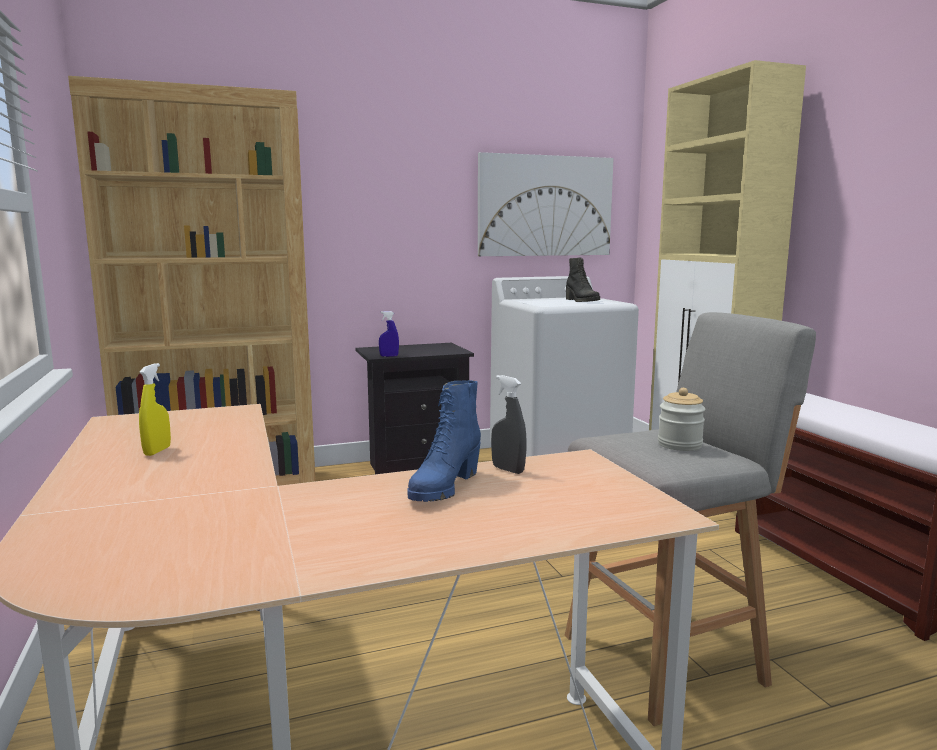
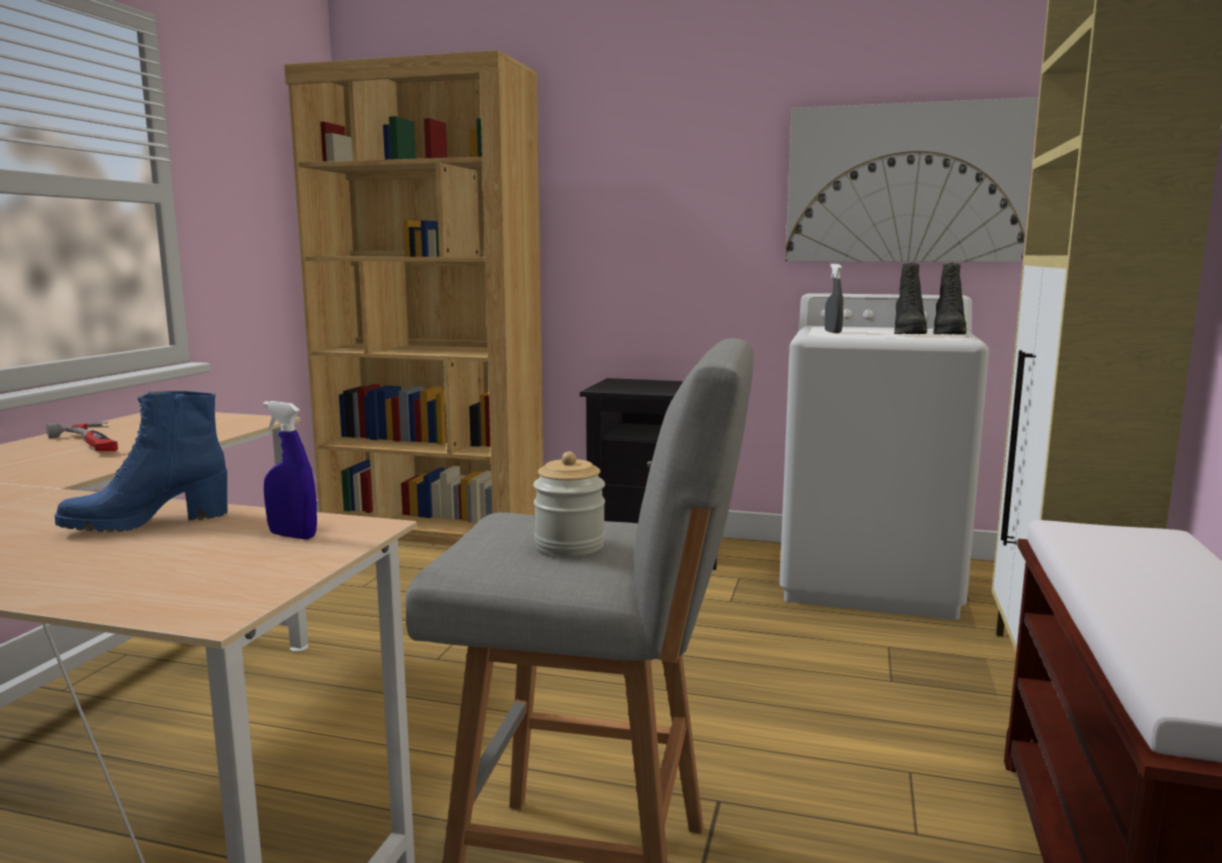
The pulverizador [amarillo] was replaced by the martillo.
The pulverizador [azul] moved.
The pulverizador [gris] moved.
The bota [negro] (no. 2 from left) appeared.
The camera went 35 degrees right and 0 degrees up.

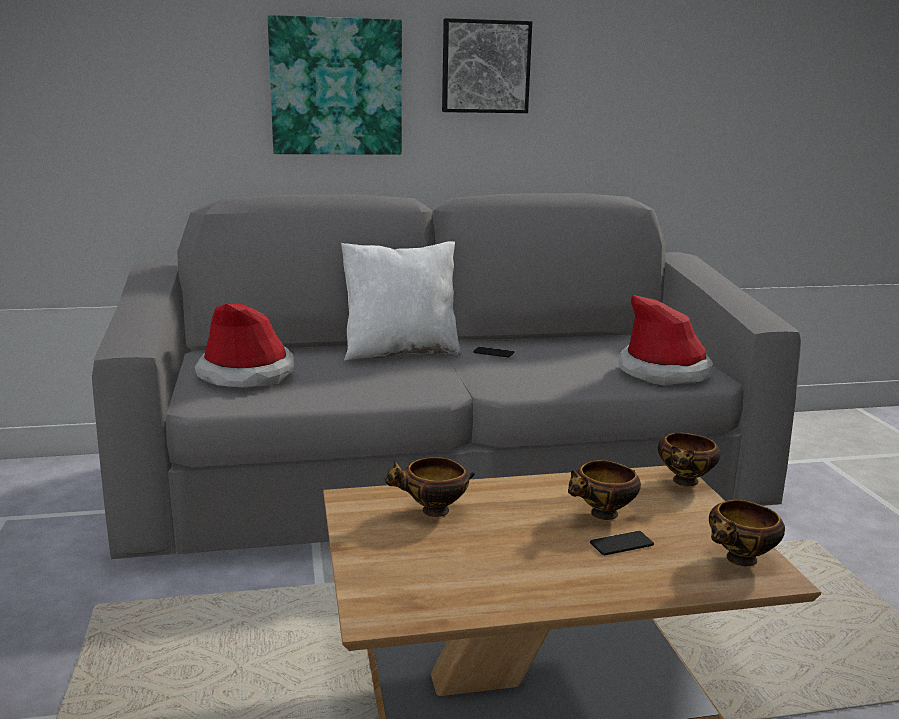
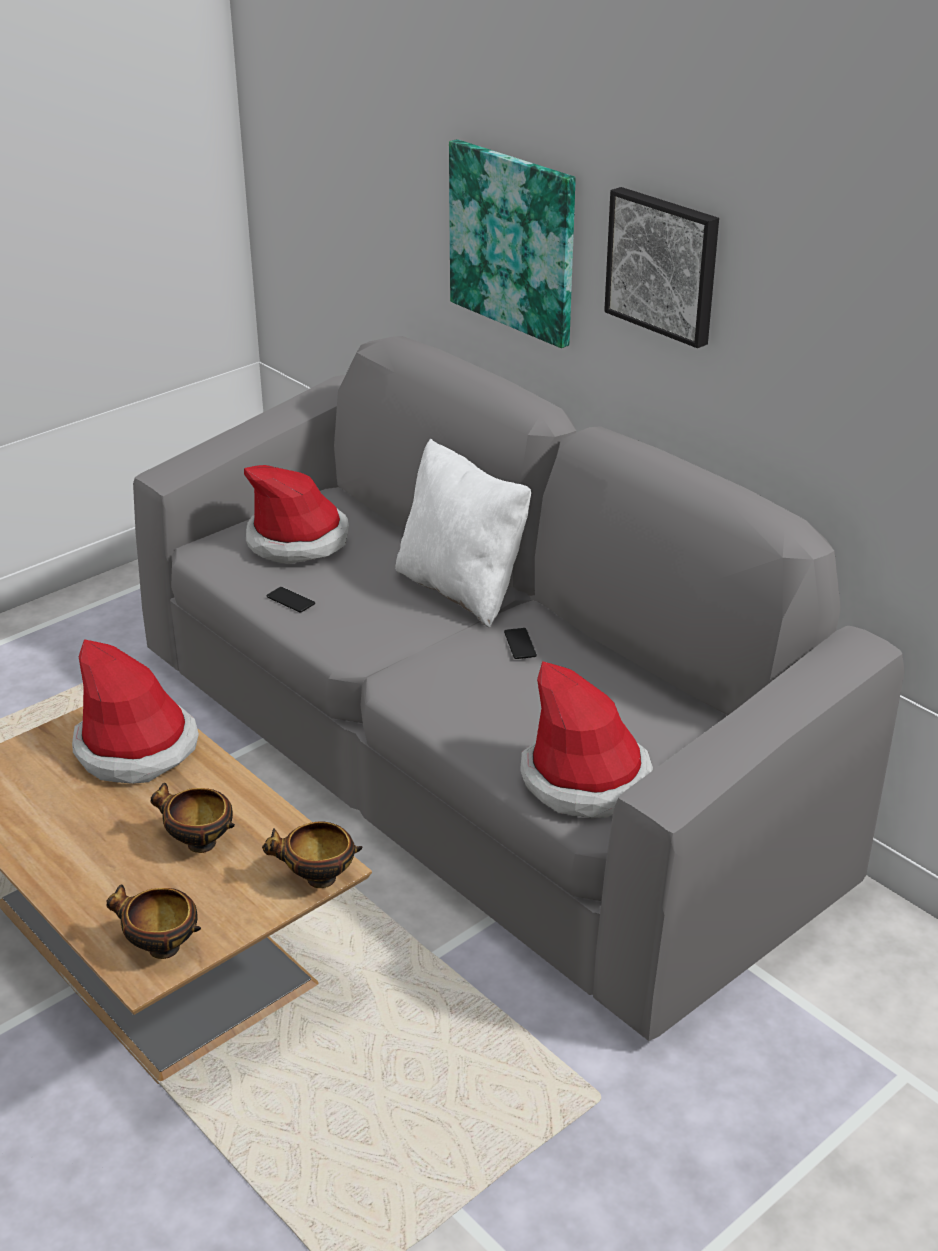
The cuenco (no. 1 from left) was replaced by the sombrero (no. 1 from left).
The móvil (no. 2 from left in the first image) moved.
The camera went 60 degrees right and 15 degrees up.

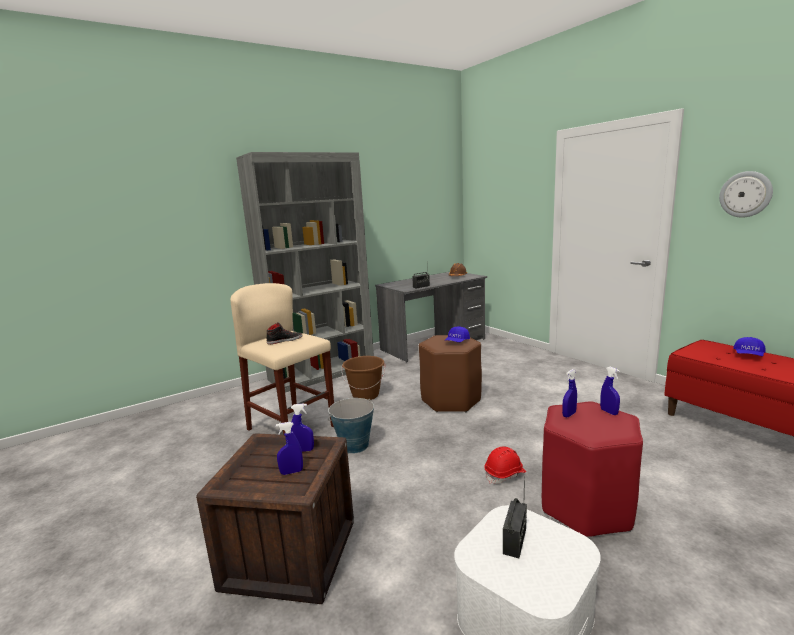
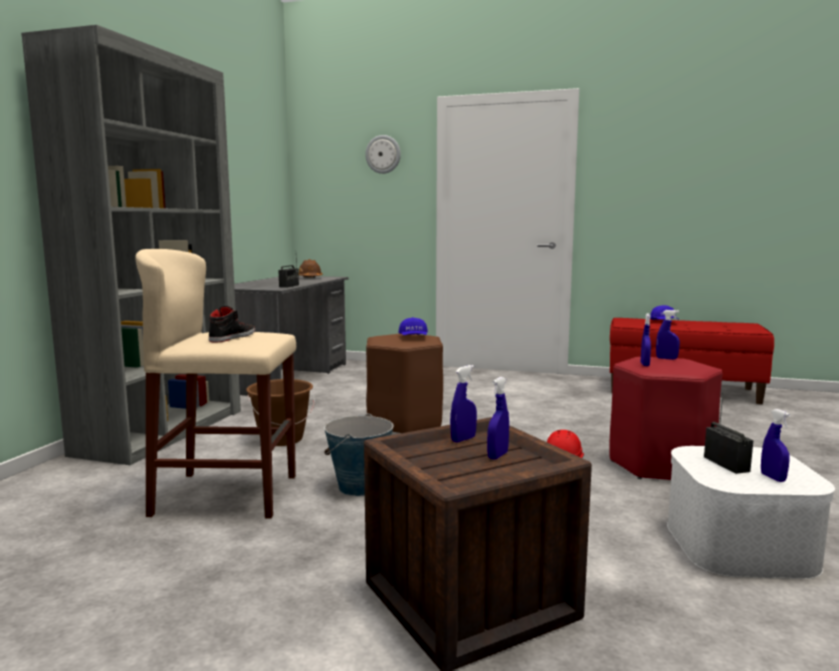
The reloj de pared moved.
The pulverizador [azul] (no. 5 from left) appeared.
The camera went 40 degrees left and 5 degrees down.

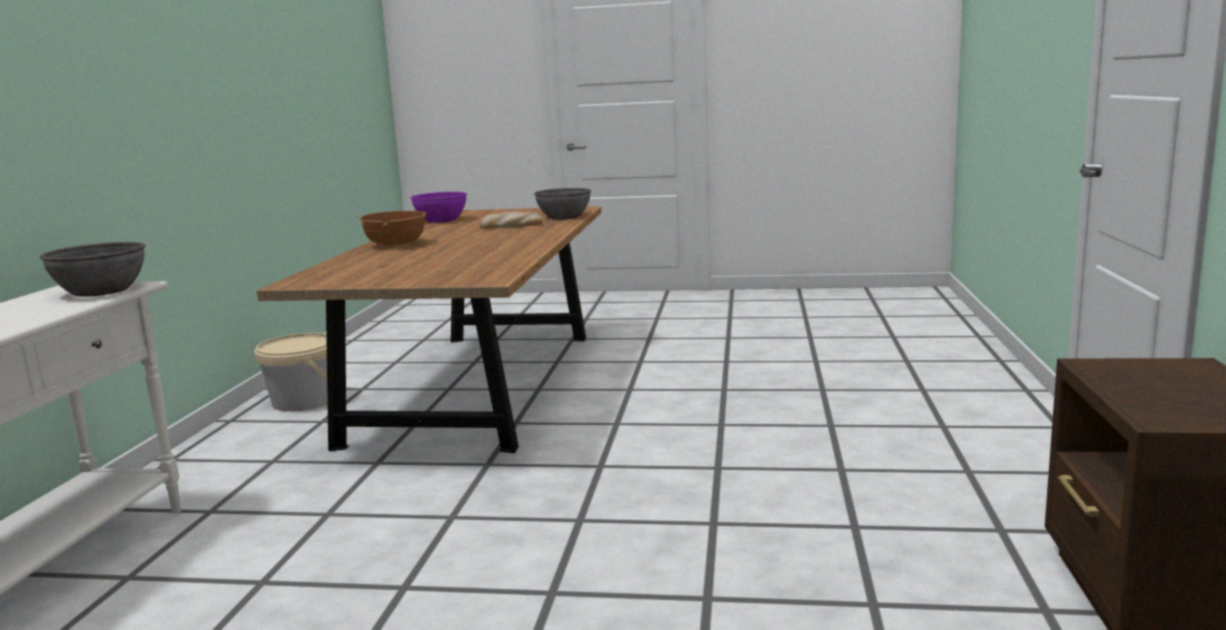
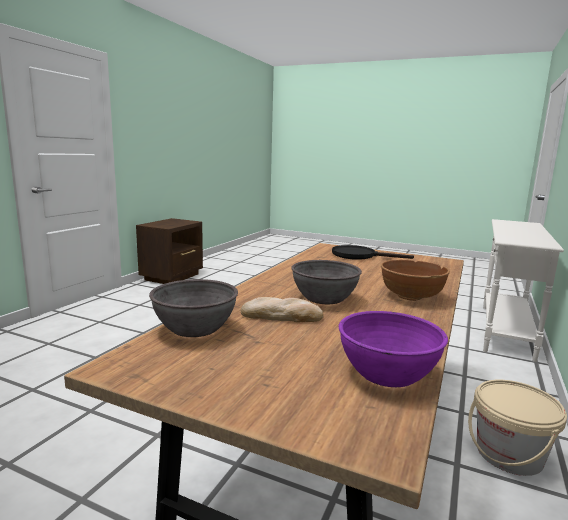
The cuenco [gris] (no. 1 from left in the first image) moved.
The sartén [negro] appeared.
The camera went 165 degrees left and 0 degrees up.

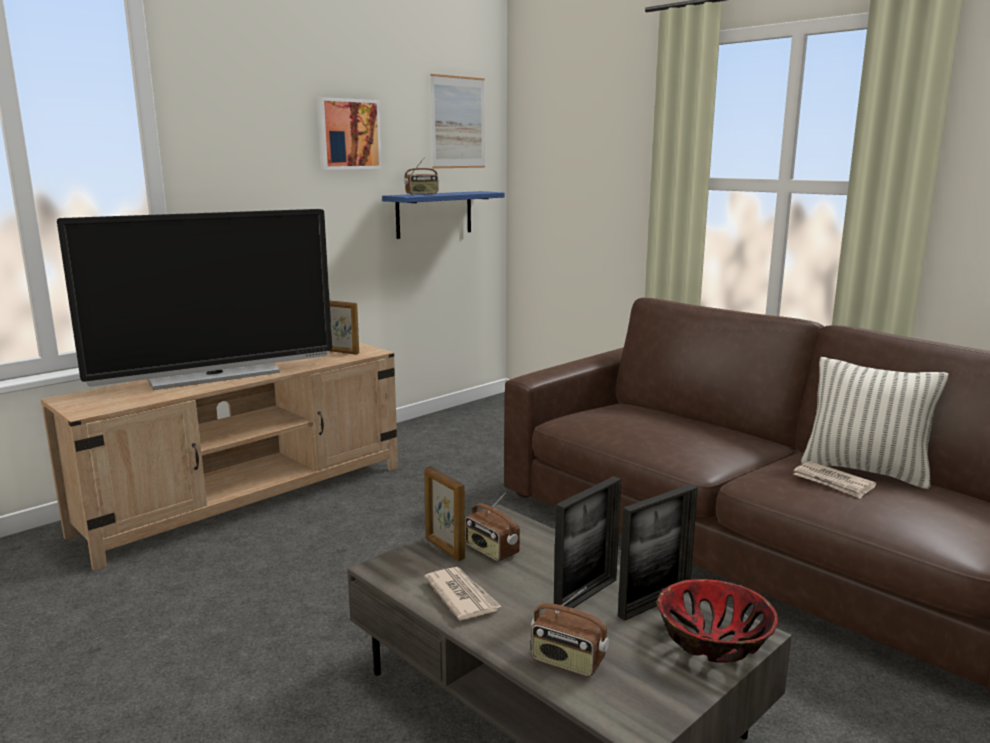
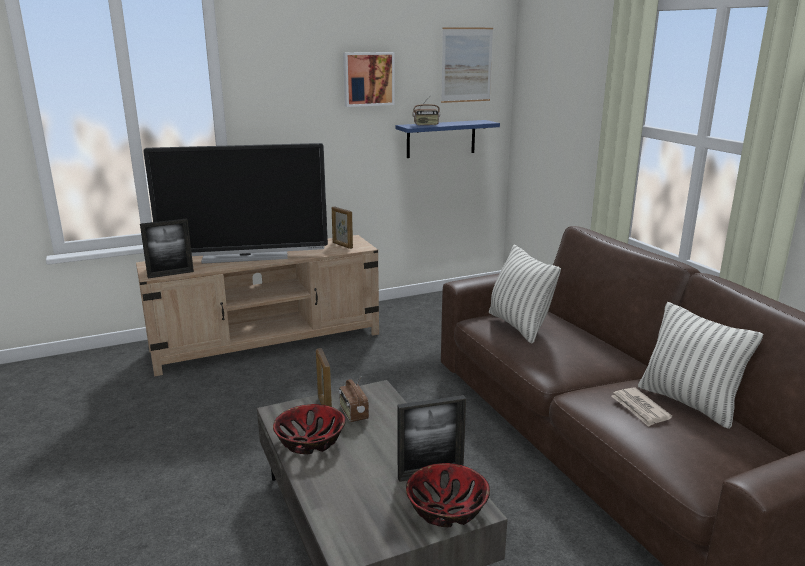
The periódico (no. 1 from left) was replaced by the cuenco (no. 1 from left).
The radio (no. 3 from left) disappeared.
The portarretratos (no. 3 from left in the first image) moved.
The cojín (no. 1 from left) appeared.
The camera went 20 degrees right and 5 degrees up.

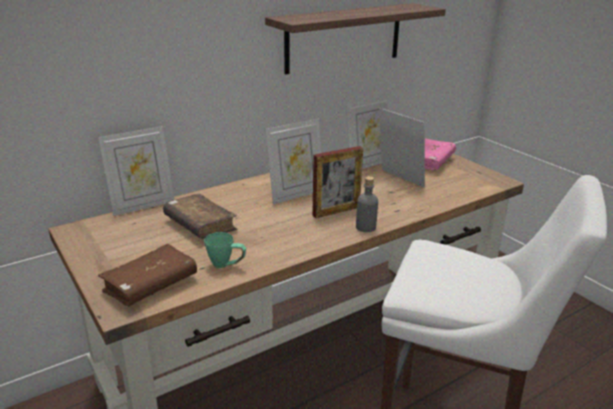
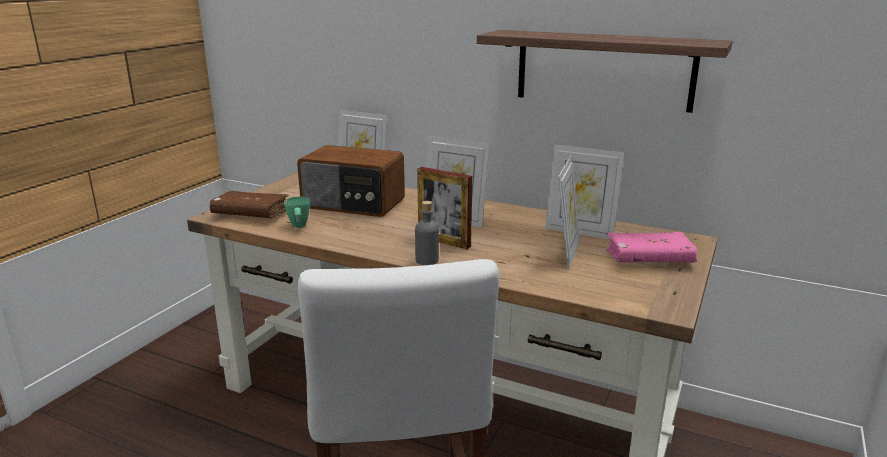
The libro [marrón] (no. 2 from left) was replaced by the radio.
The camera went 60 degrees right and 5 degrees down.

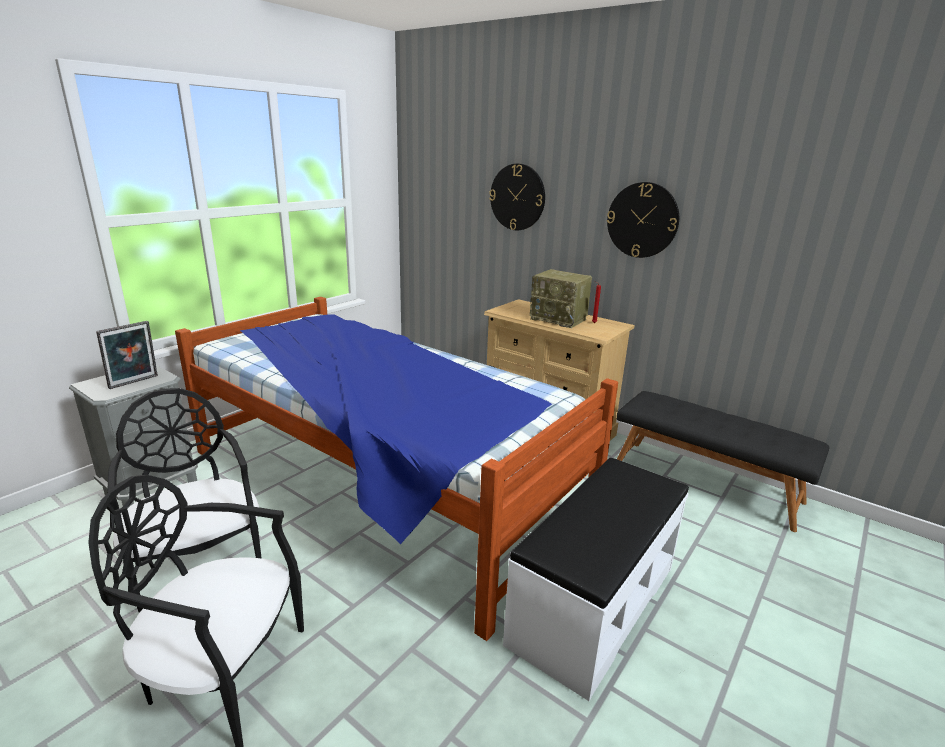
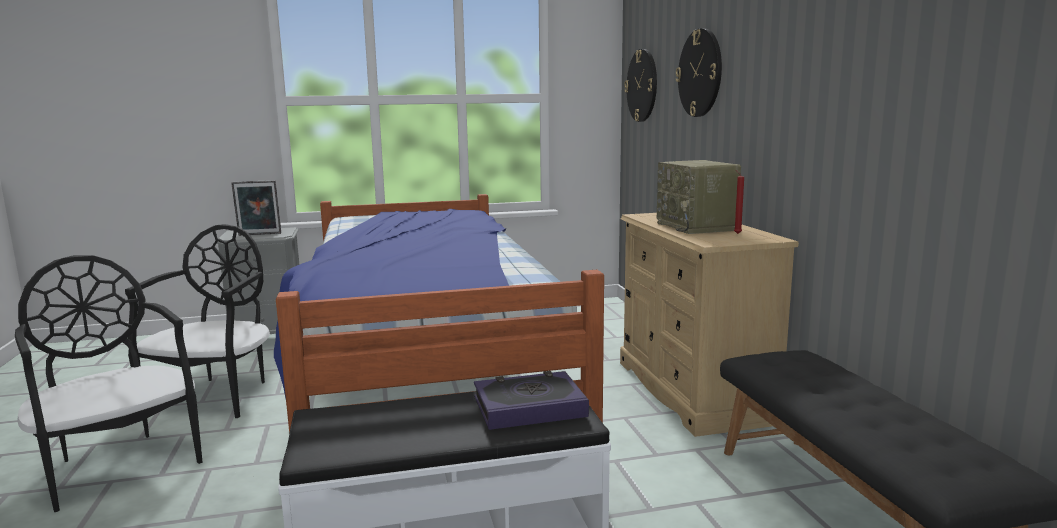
The reloj de pared (no. 2 from left in the first image) moved.
The libro appeared.
The camera went 40 degrees right and 10 degrees down.

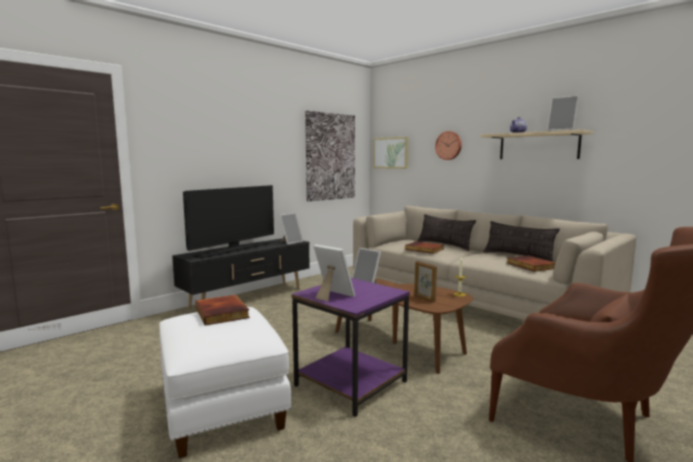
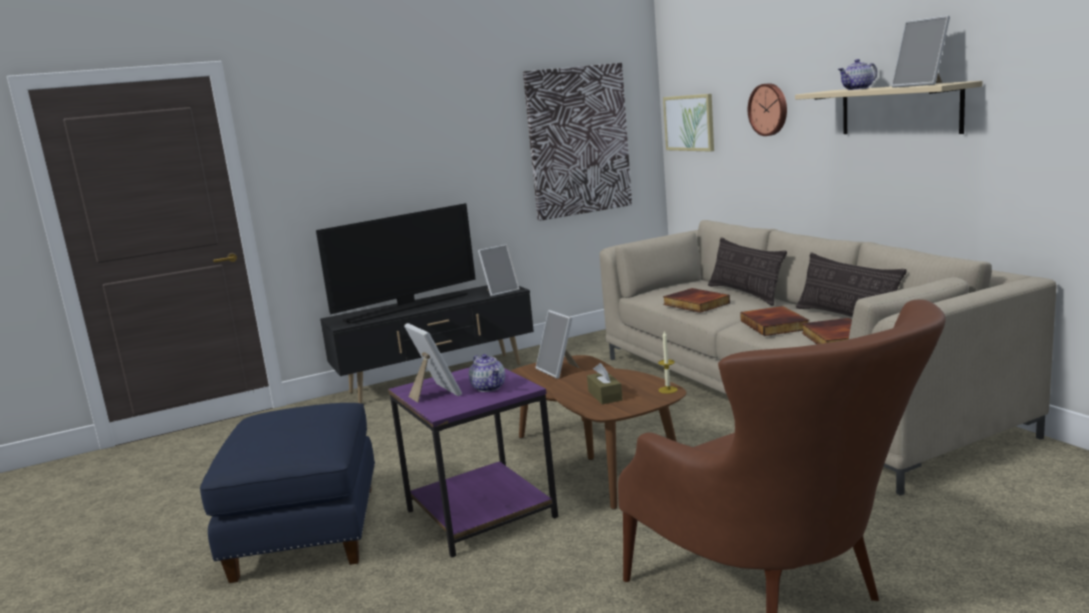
The puf [blanco] became the puf [azul].
The libro (no. 1 from left in the first image) moved.
The portarretratos (no. 4 from left) was replaced by the caja de pañuelos [marrón].
The tetera (no. 1 from left) appeared.
The camera went 20 degrees right and 5 degrees up.

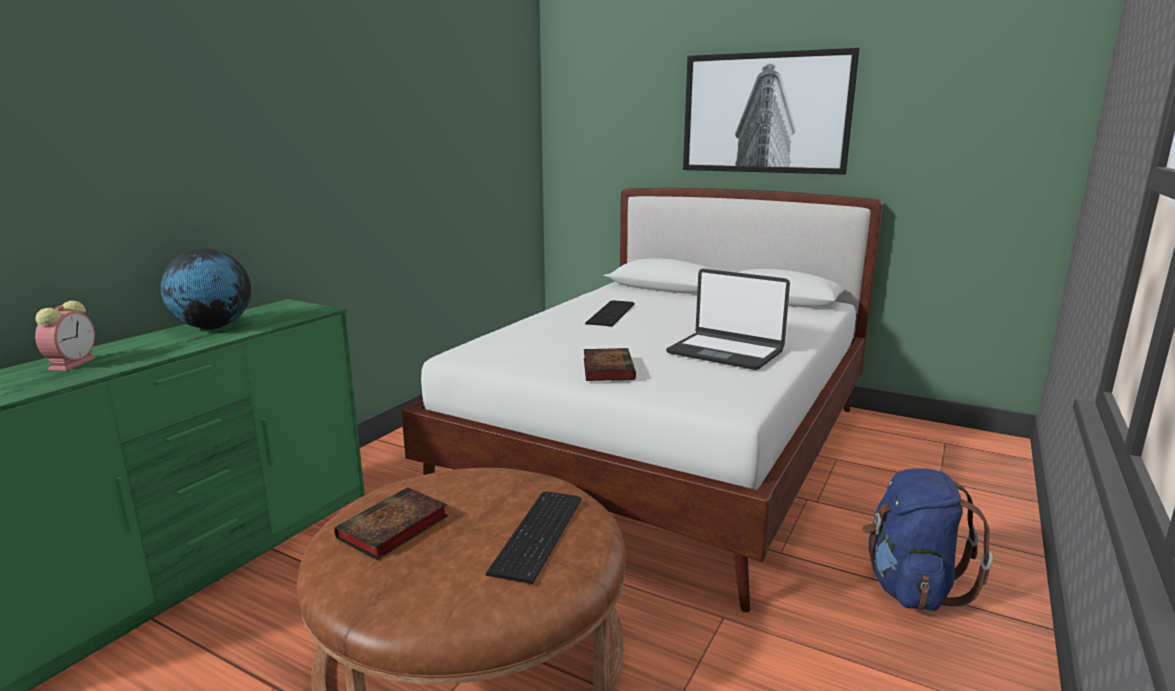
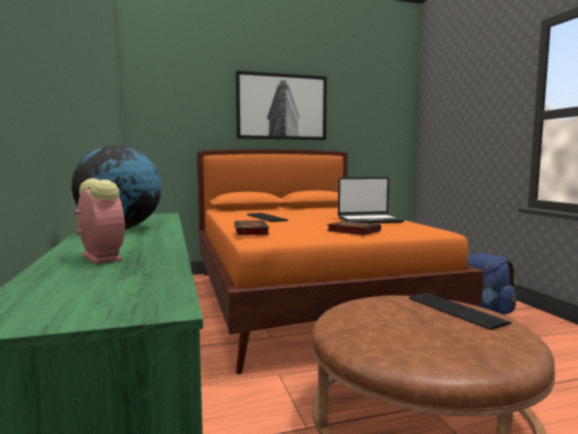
The libro (no. 1 from left) moved.
The cama [blanco] became the cama [naranja].
The camera went 45 degrees left and 10 degrees down.

